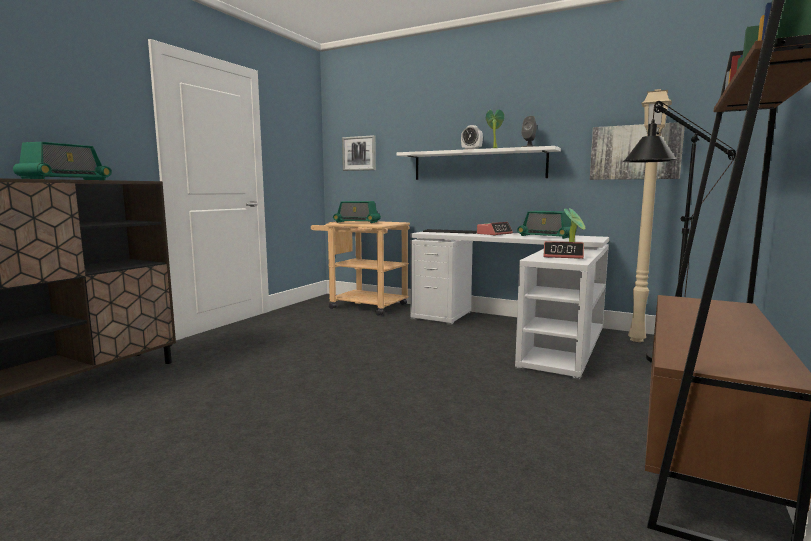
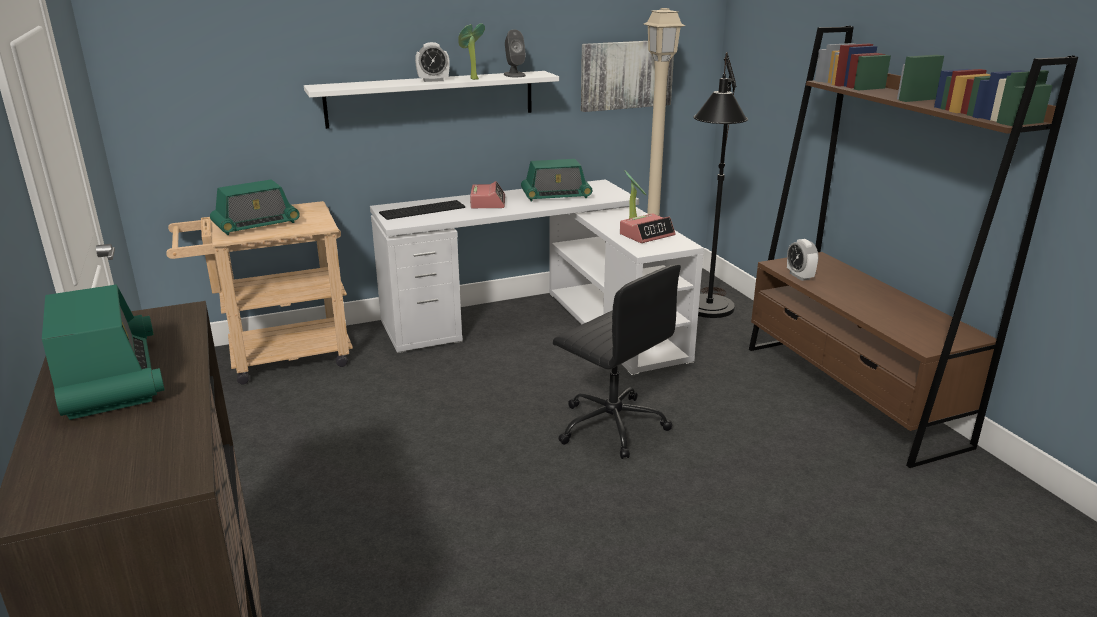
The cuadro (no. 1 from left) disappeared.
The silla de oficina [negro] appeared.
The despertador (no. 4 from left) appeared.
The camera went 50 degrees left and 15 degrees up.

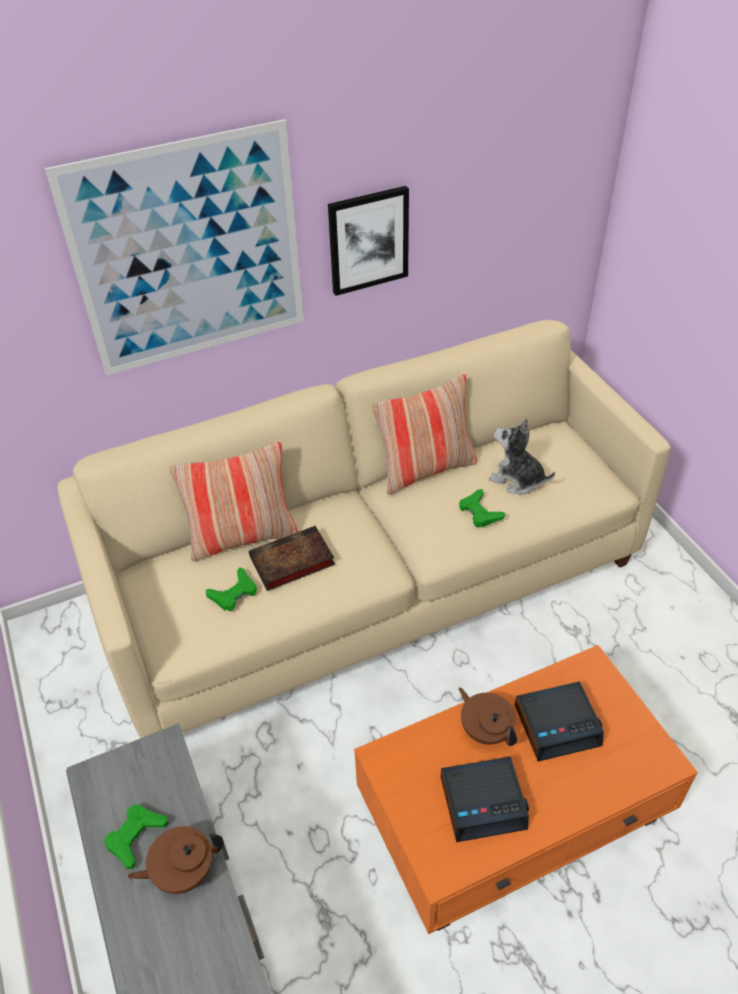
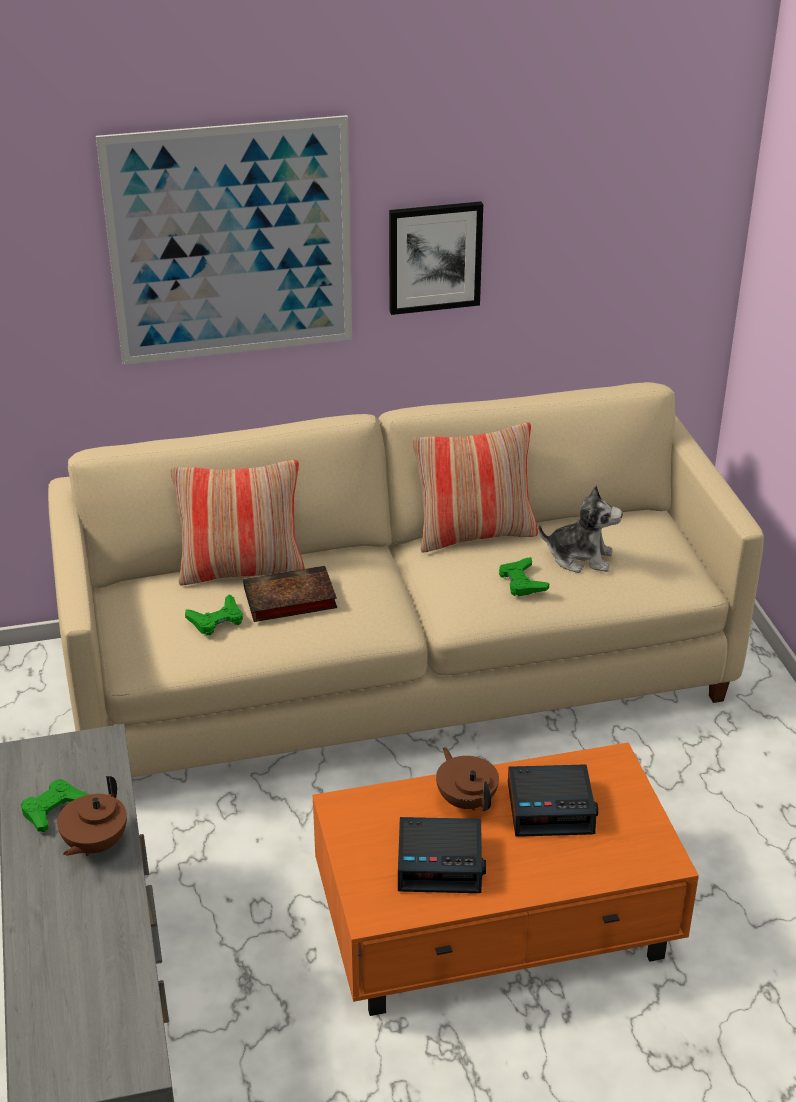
The tetera [marrón] (no. 1 from left) turned 60 degrees counterclockwise.
The peluche turned 150 degrees clockwise.
The camera went 10 degrees right and 10 degrees down.

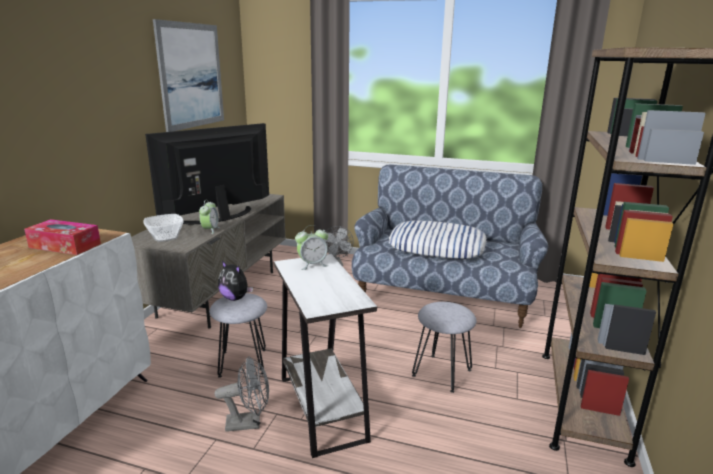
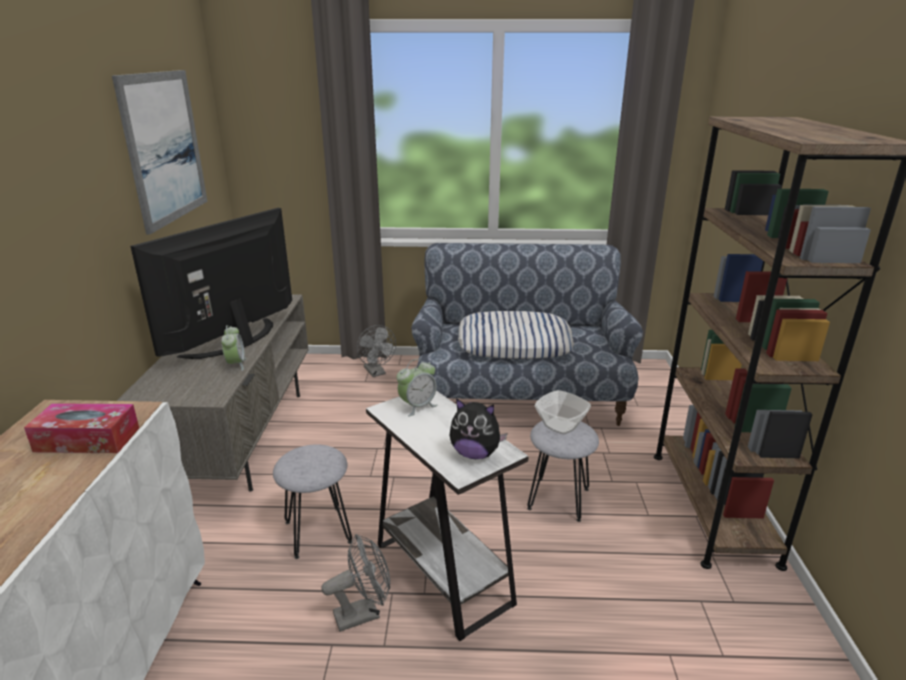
The cuenco moved.
The peluche moved.
The camera went 15 degrees left and 5 degrees up.

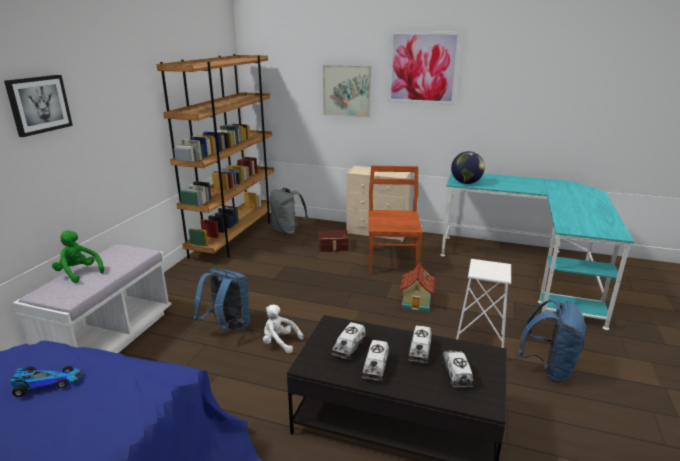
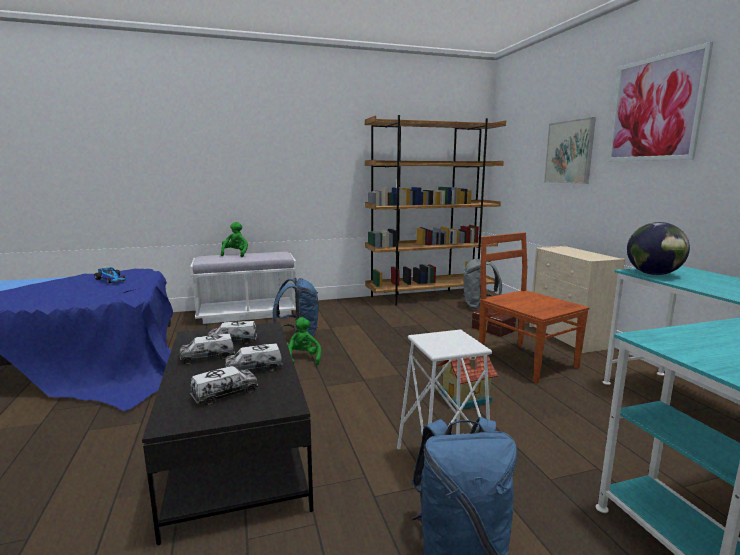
The cuadro (no. 1 from left) disappeared.
The peluche [blanco] became the peluche [verde] (no. 2 from left).
The silla [marrón] turned 90 degrees counterclockwise.
The camera went 55 degrees right and 10 degrees down.

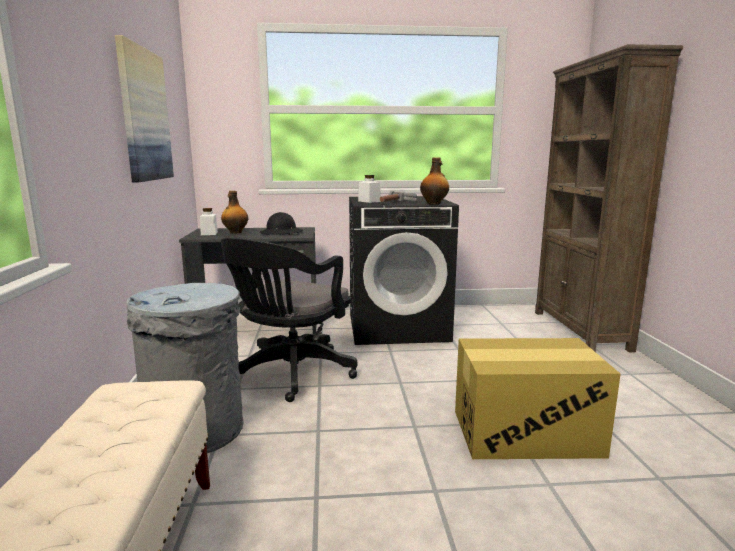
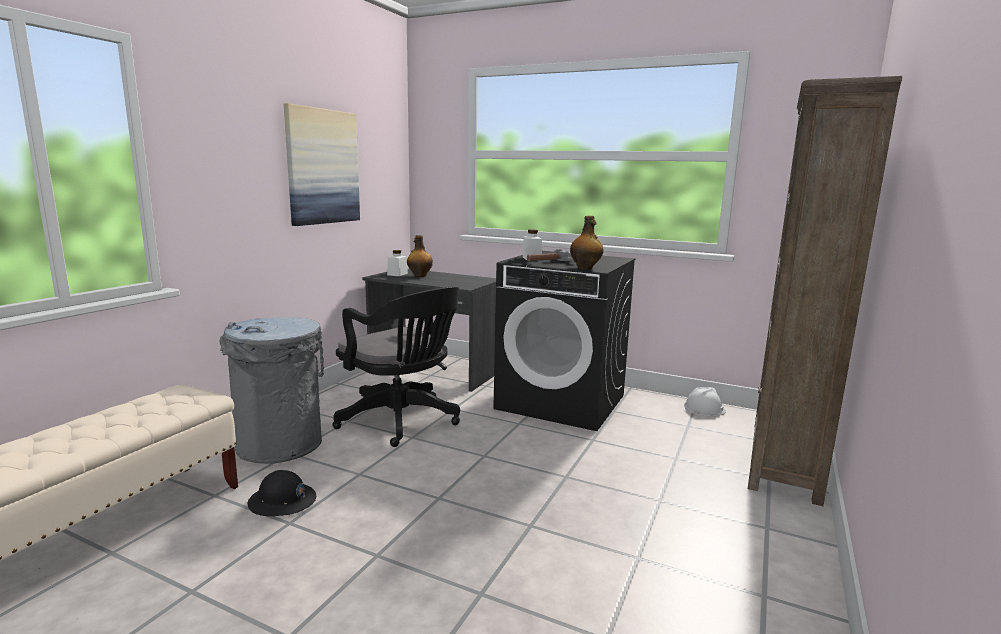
The silla de oficina [negro] turned 105 degrees counterclockwise.
The casco [negro] moved.
The caja de cartón disappeared.
The casco [blanco] appeared.
The camera went 30 degrees right and 0 degrees up.

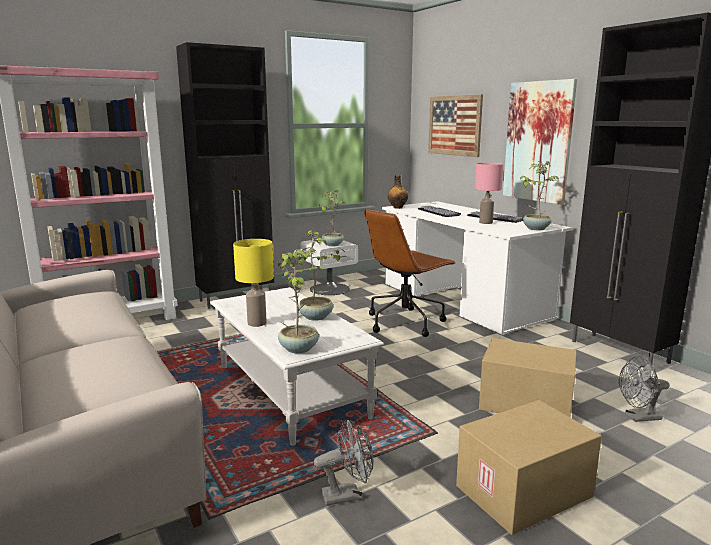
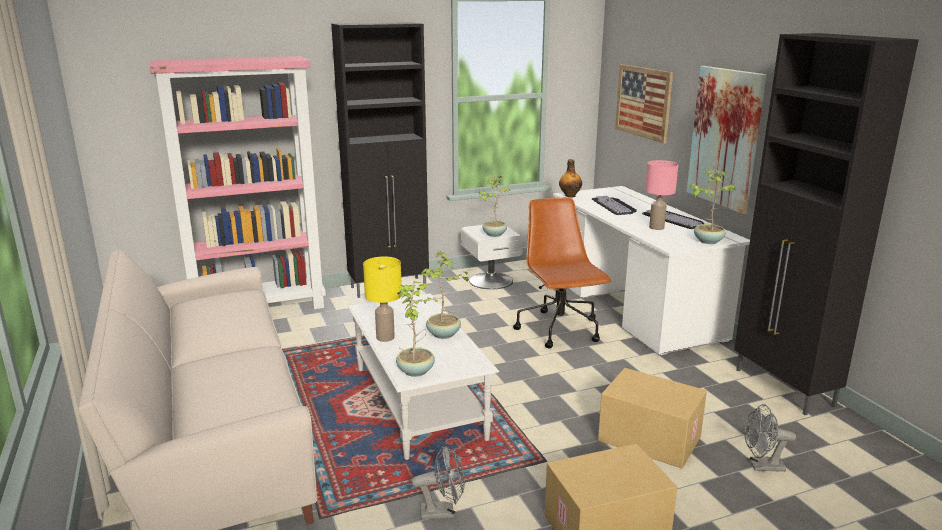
The silla de oficina [marrón] turned 105 degrees clockwise.
The camera went 10 degrees right and 5 degrees up.

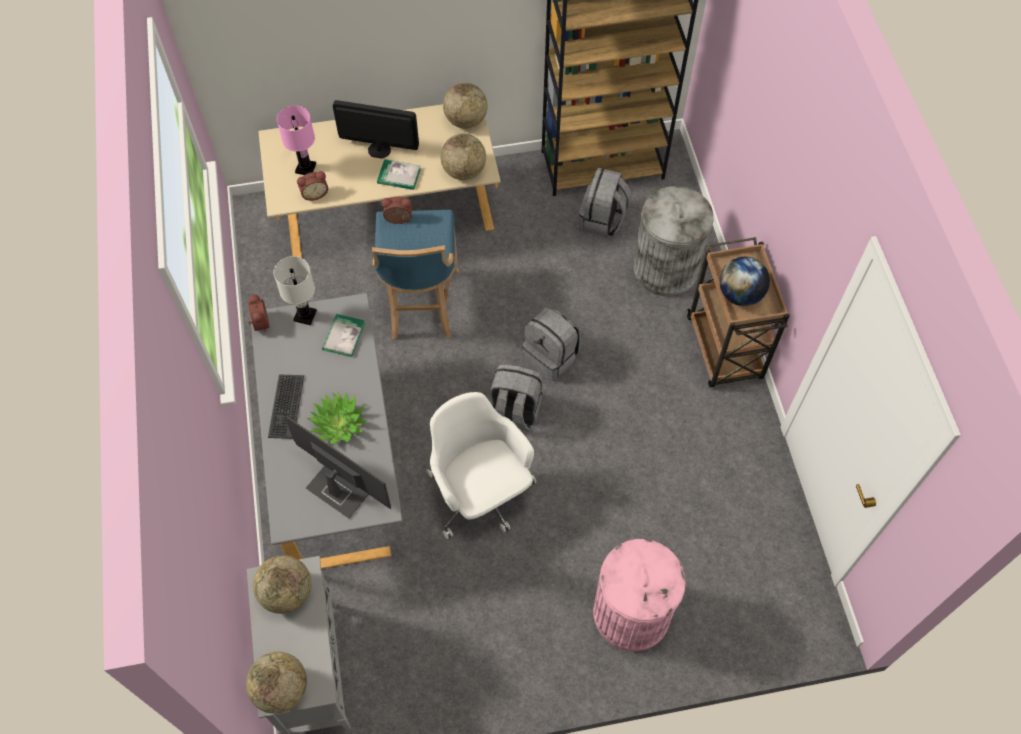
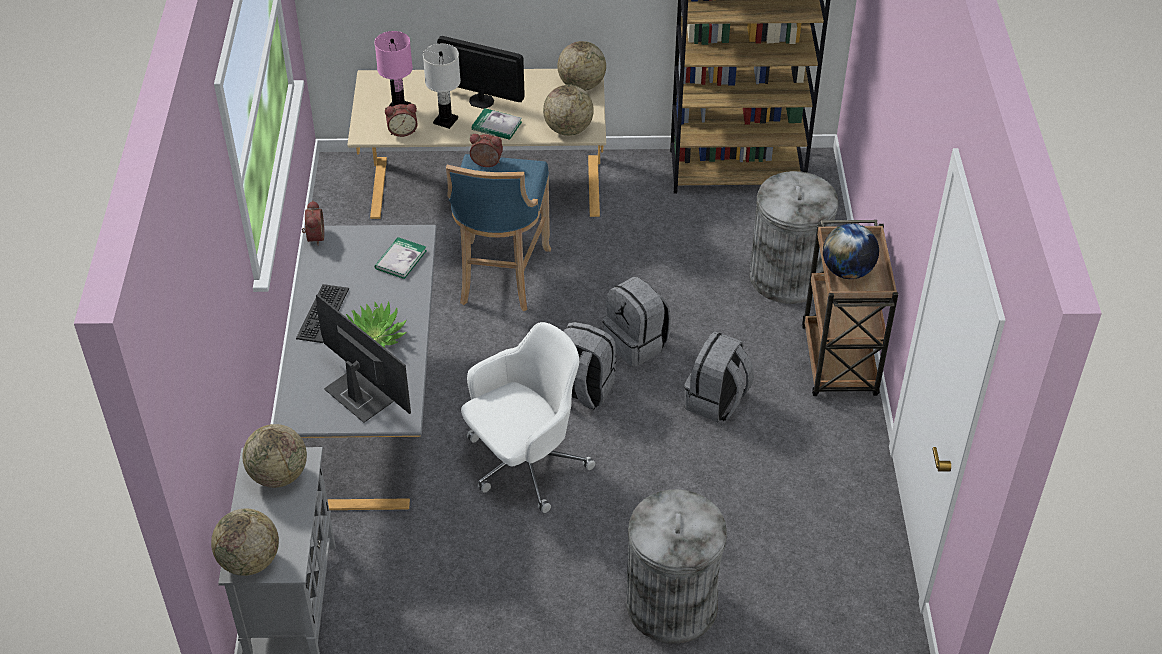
The lámpara de mesa [blanco] moved.
The silla de oficina [blanco] turned 75 degrees clockwise.
The mochila [gris] (no. 3 from left) moved.
The papelera [rosa] became the papelera [gris] (no. 1 from left).
The camera went 10 degrees right and 15 degrees down.

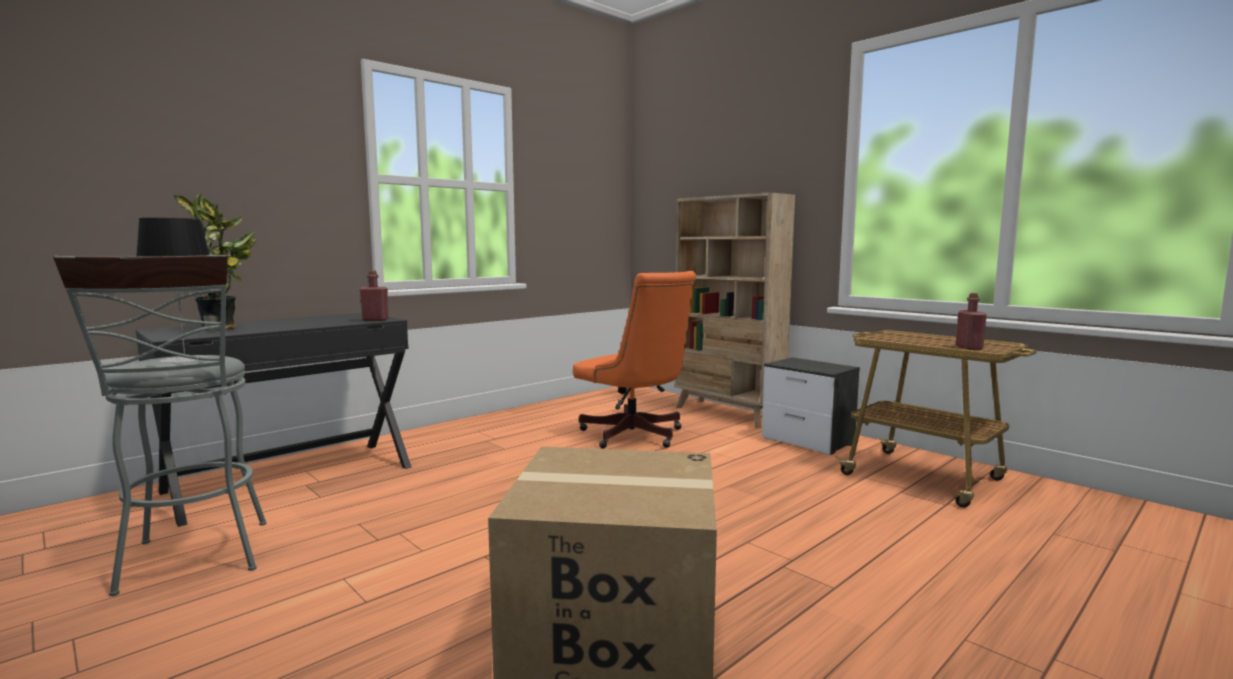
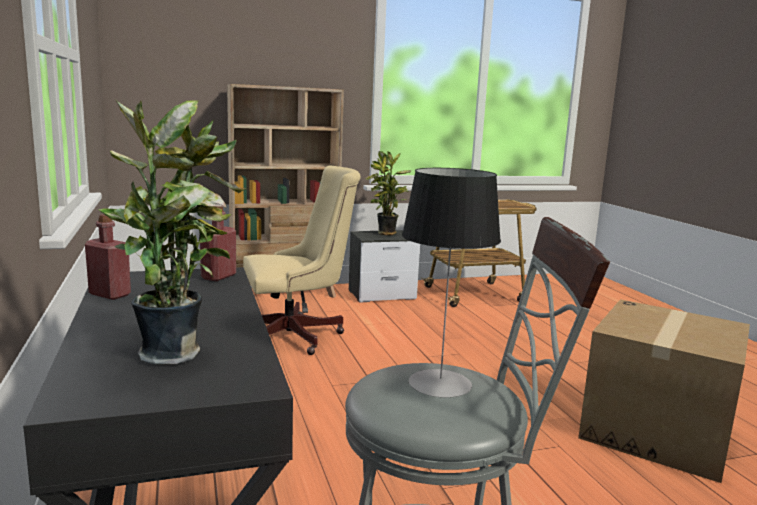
The silla de oficina [naranja] became the silla de oficina [beis].
The botella [rojo] (no. 2 from left in the first image) moved.
The planta en maceta (no. 2 from left) appeared.
The camera went 65 degrees left and 5 degrees up.

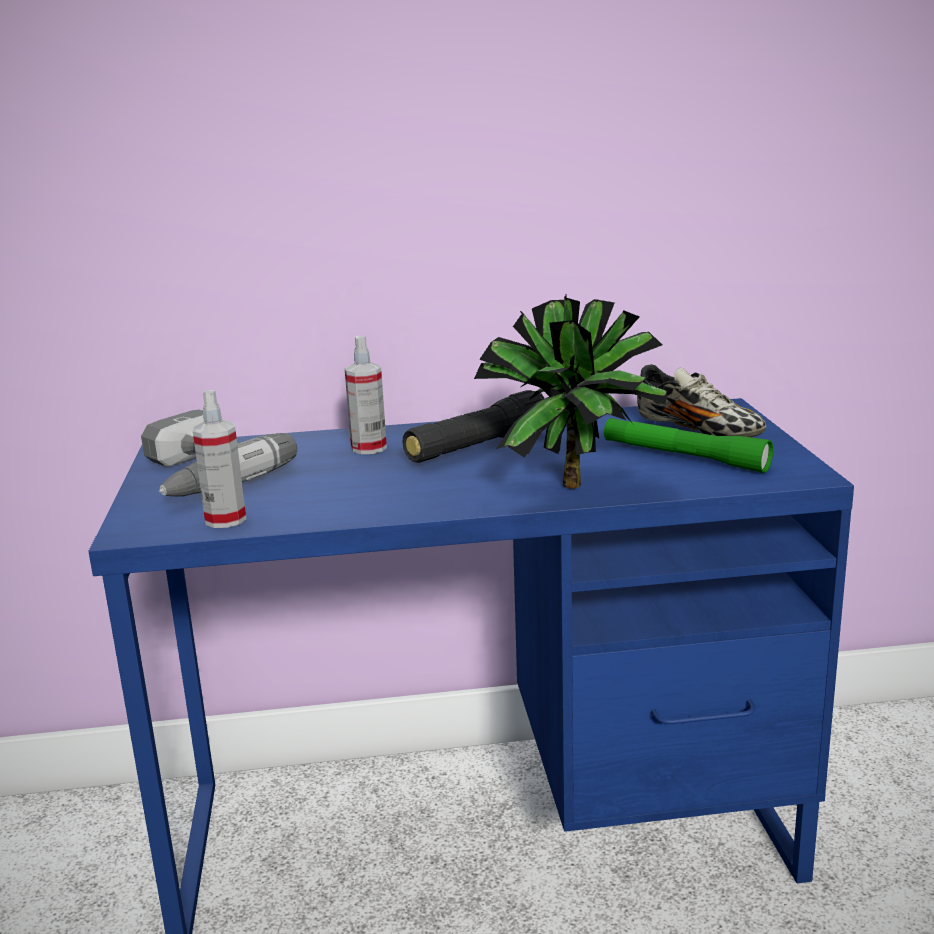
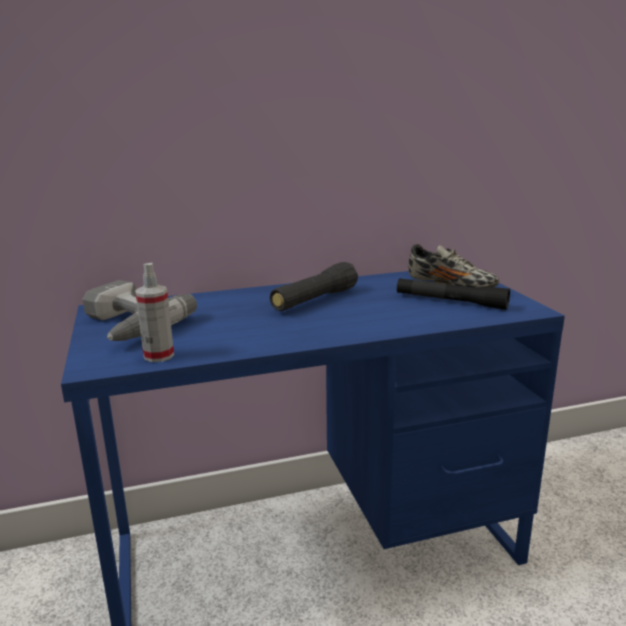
The pulverizador (no. 2 from left) disappeared.
The planta en maceta disappeared.
The linterna [verde] became the linterna [negro] (no. 2 from left).
The camera went 10 degrees left and 0 degrees up.

